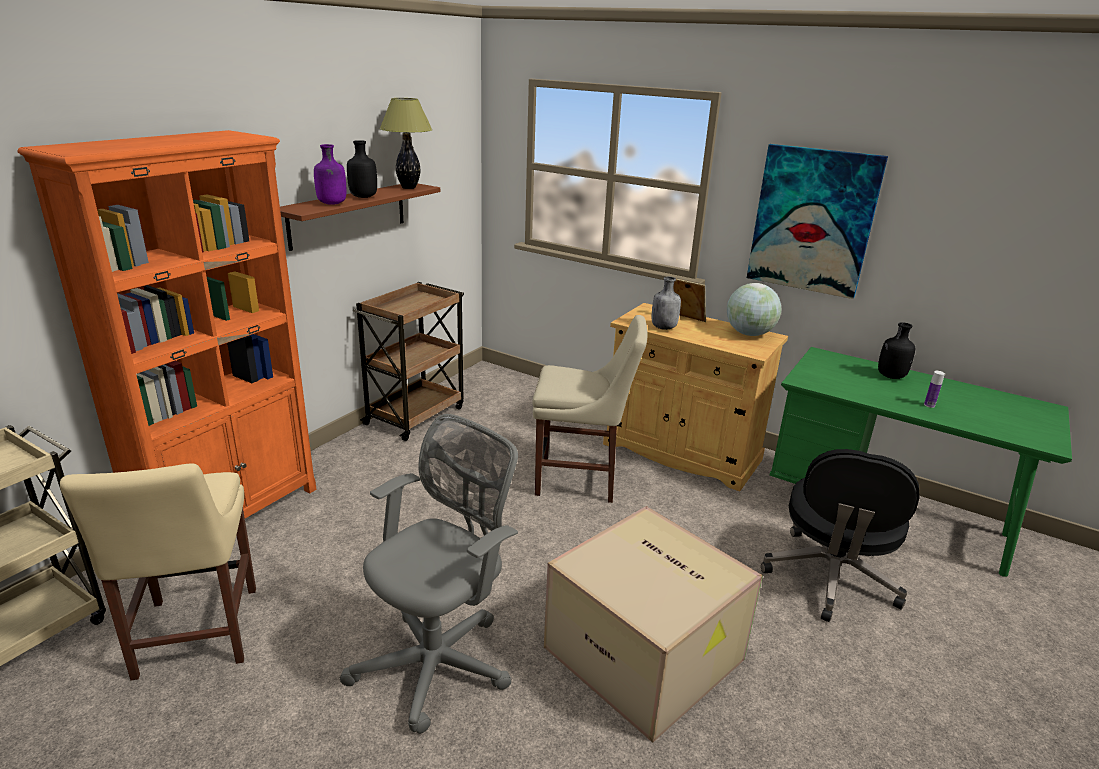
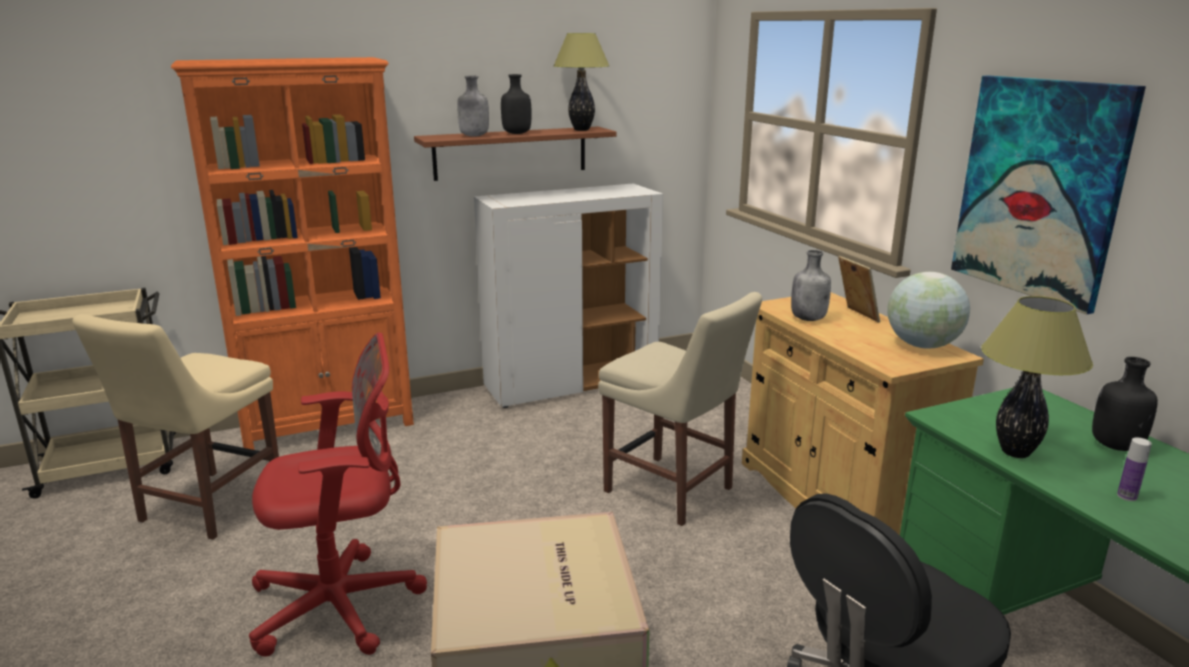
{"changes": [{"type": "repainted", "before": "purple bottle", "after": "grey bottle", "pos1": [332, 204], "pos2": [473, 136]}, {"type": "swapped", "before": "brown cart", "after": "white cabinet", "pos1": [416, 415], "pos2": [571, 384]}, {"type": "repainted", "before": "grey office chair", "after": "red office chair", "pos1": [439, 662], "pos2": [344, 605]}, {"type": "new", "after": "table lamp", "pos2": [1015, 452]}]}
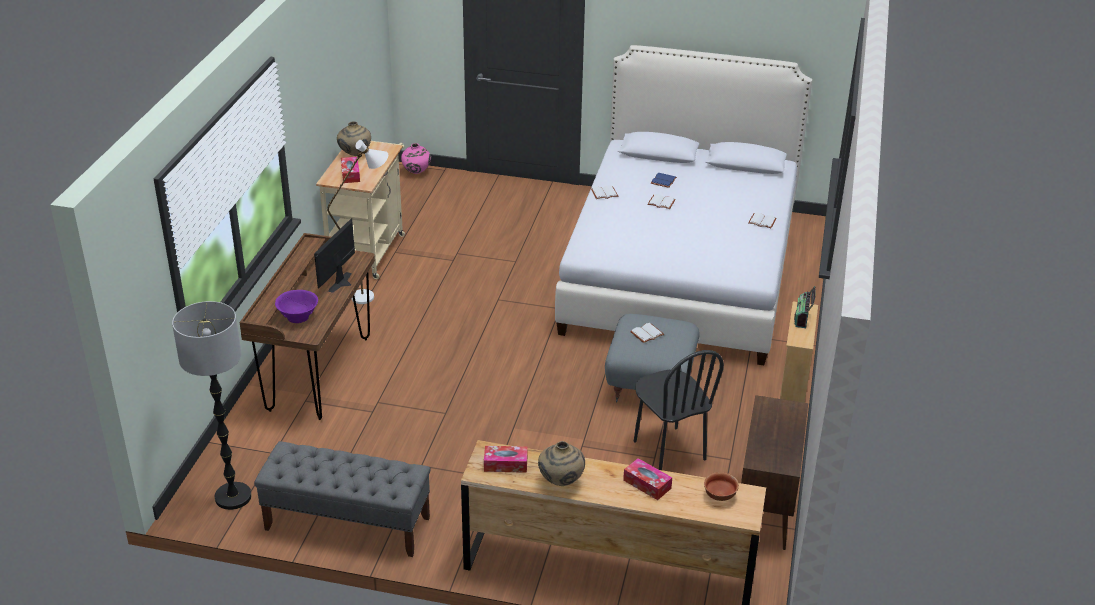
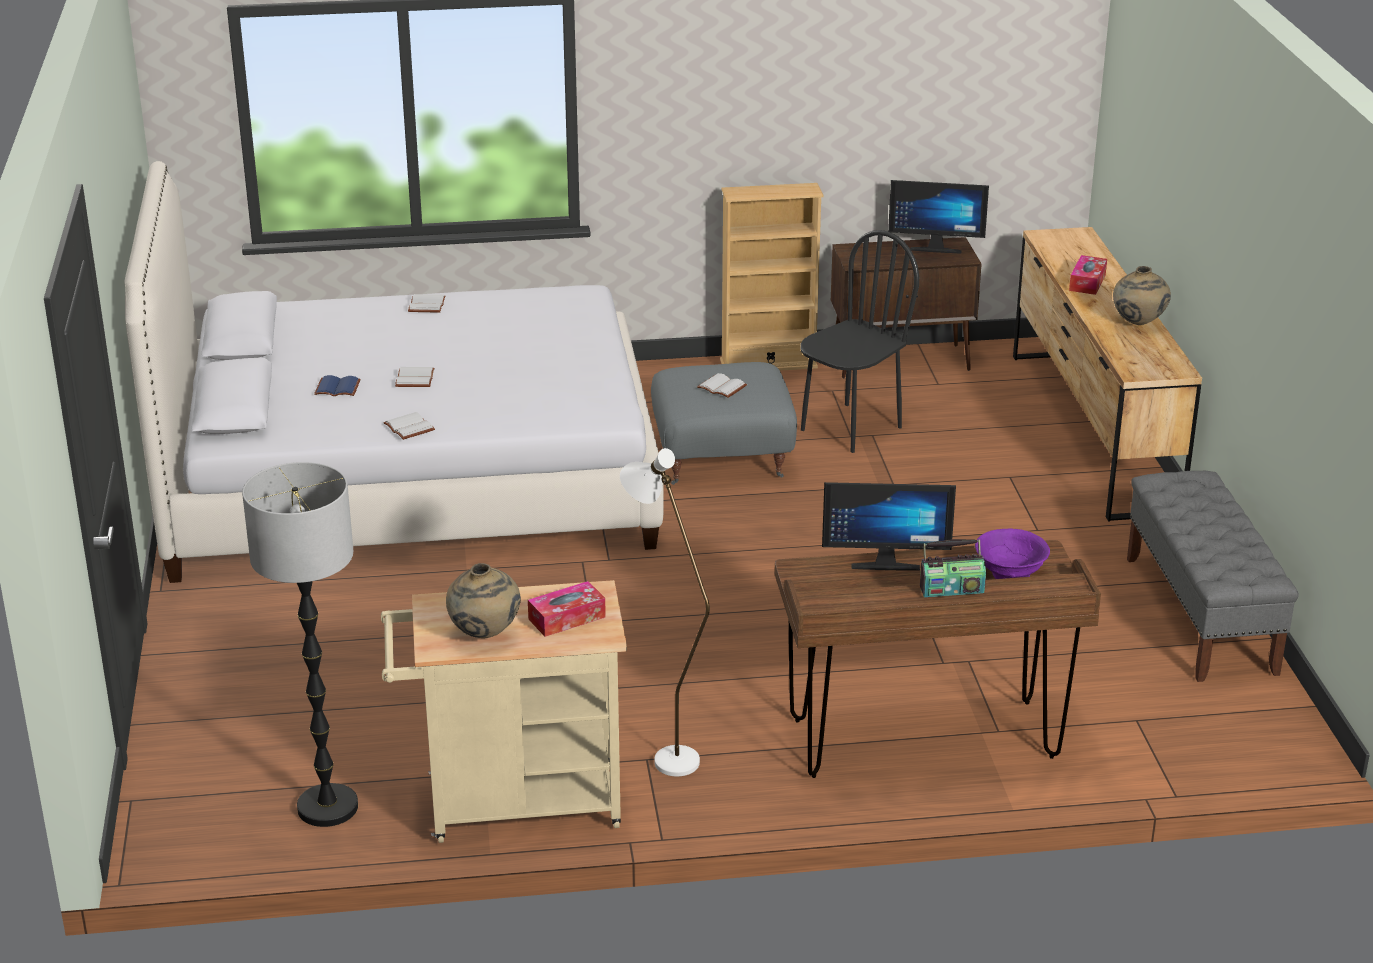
{"changes": [{"type": "gone", "before": "pink vase", "pos1": [417, 172]}, {"type": "shifted", "before": "radio", "pos1": [803, 317], "pos2": [951, 589]}, {"type": "shifted", "before": "floor lamp", "pos1": [233, 497], "pos2": [328, 807]}, {"type": "gone", "before": "tissue box", "pos1": [505, 464]}, {"type": "gone", "before": "bowl", "pos1": [720, 496]}, {"type": "new", "after": "monitor", "pos2": [935, 248]}]}
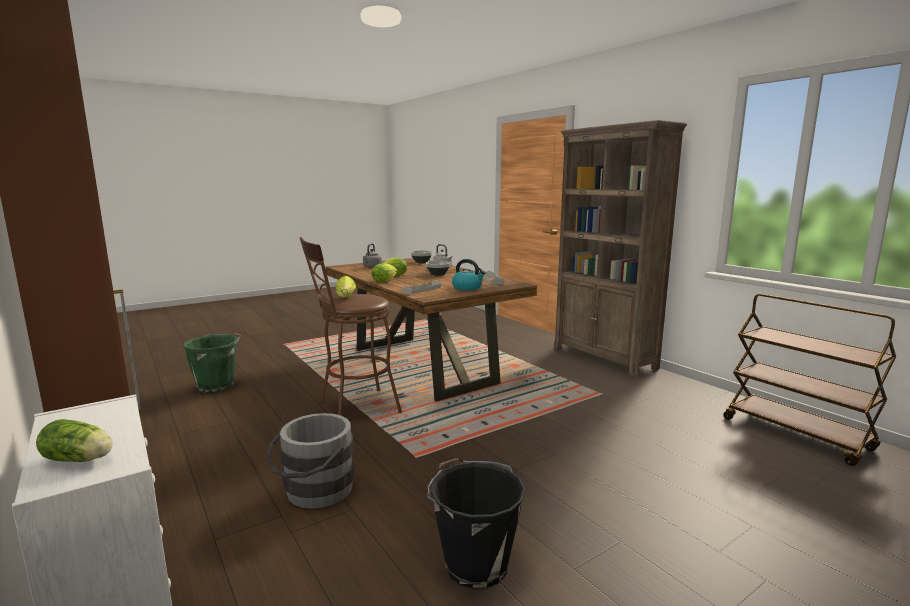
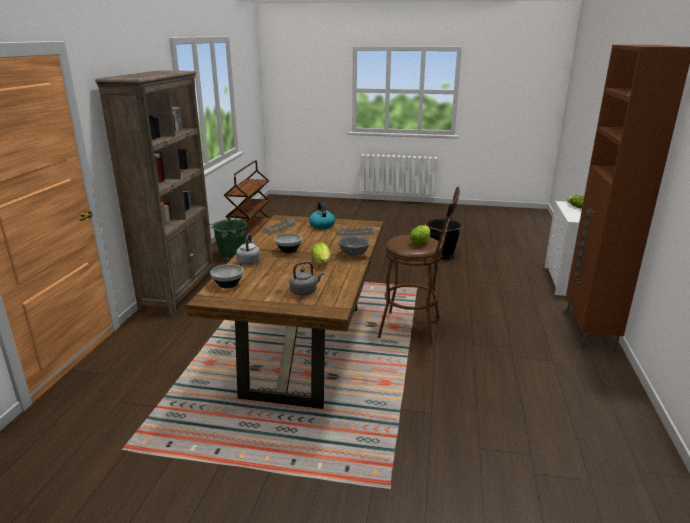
{"changes": [{"type": "swapped", "before": "lettuce", "after": "grey bowl", "pos1": [385, 281], "pos2": [354, 254]}, {"type": "shifted", "before": "green bucket", "pos1": [217, 385], "pos2": [231, 255]}, {"type": "gone", "before": "grey bucket", "pos1": [315, 492]}]}
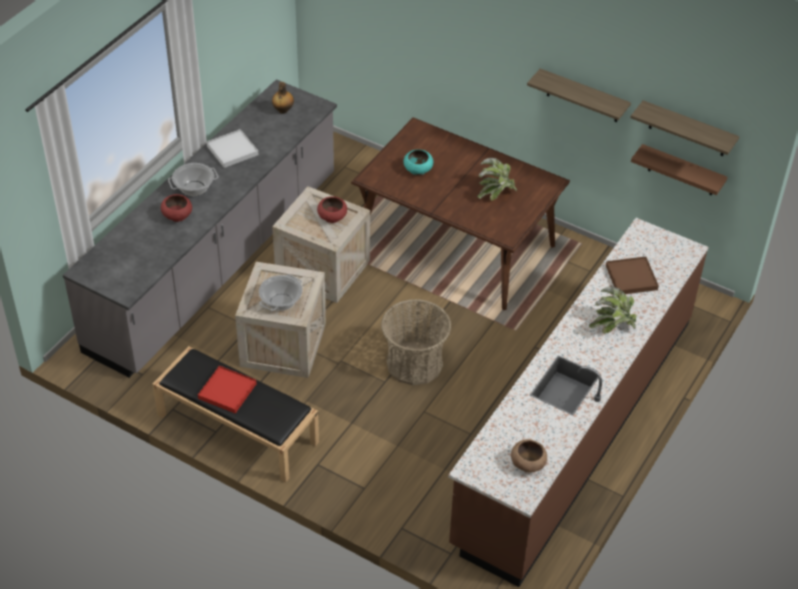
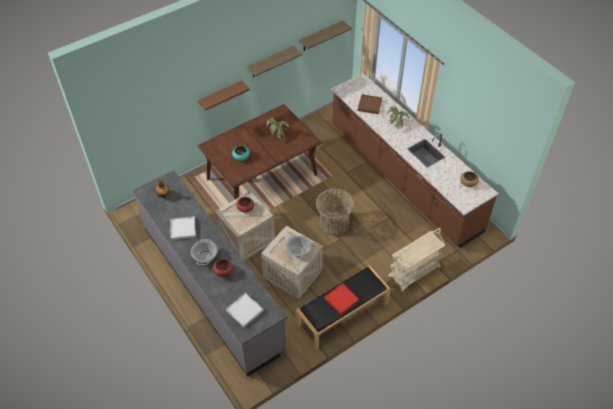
{"changes": [{"type": "shifted", "before": "brown shelf", "pos1": [682, 171], "pos2": [220, 96]}, {"type": "new", "after": "beige cart", "pos2": [414, 273]}, {"type": "new", "after": "white tray", "pos2": [244, 311]}]}
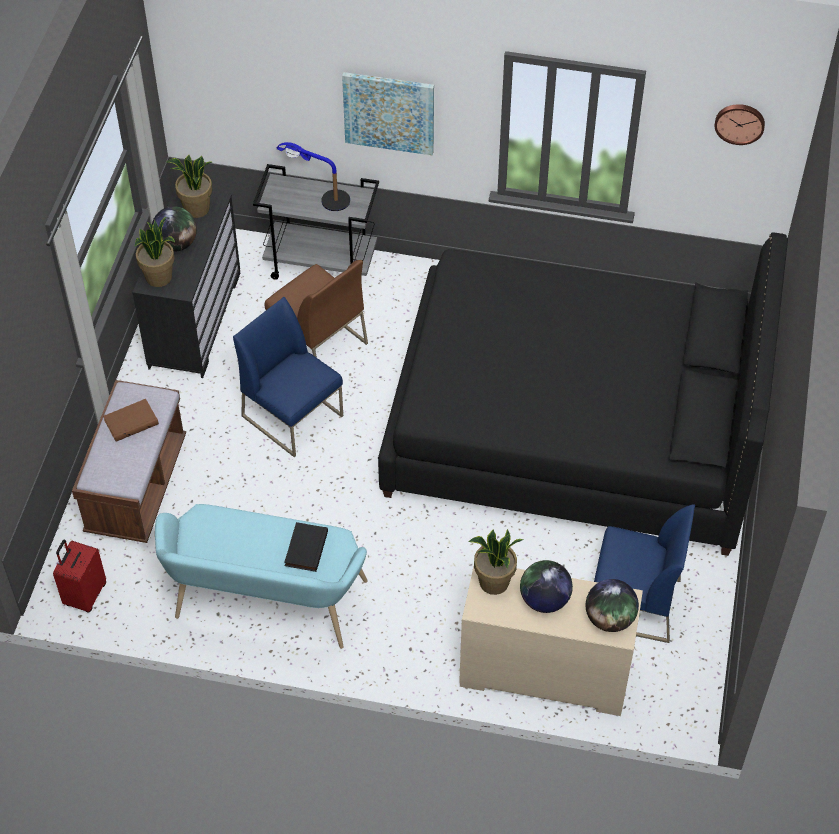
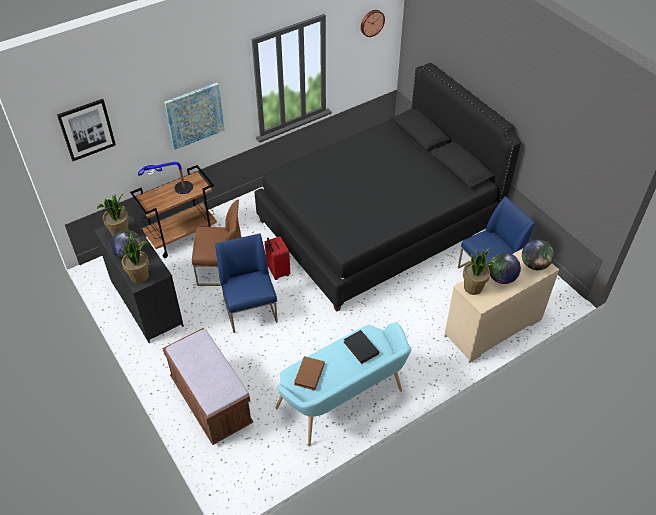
{"changes": [{"type": "repainted", "before": "grey cart", "after": "brown cart", "pos1": [322, 265], "pos2": [182, 236]}, {"type": "rotated", "before": "blue chair", "pos1": [293, 416], "pos2": [250, 309], "turn": 75}, {"type": "shifted", "before": "brown book", "pos1": [131, 421], "pos2": [308, 374]}, {"type": "shifted", "before": "red suitcase", "pos1": [84, 595], "pos2": [277, 271]}, {"type": "new", "after": "picture", "pos2": [87, 129]}]}
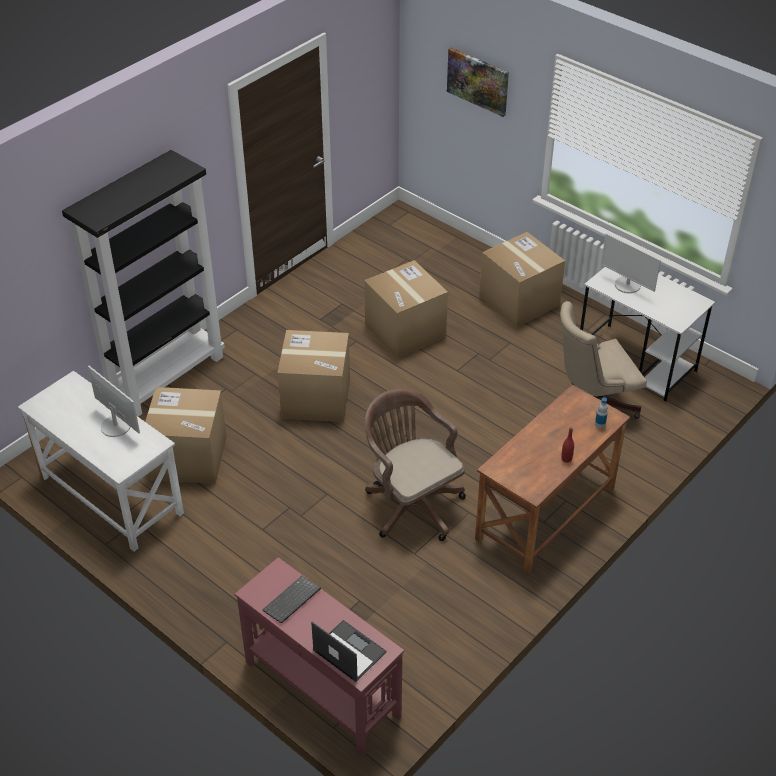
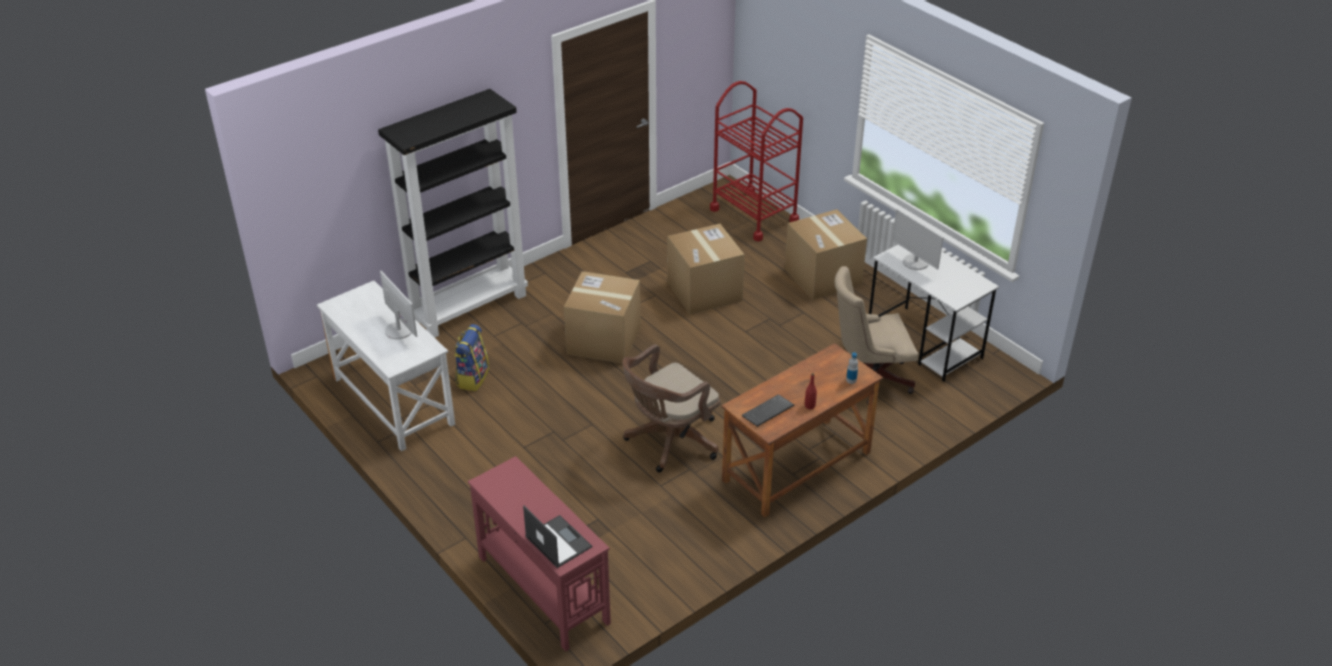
{"changes": [{"type": "gone", "before": "picture", "pos1": [478, 81]}, {"type": "swapped", "before": "cardboard box", "after": "backpack", "pos1": [189, 457], "pos2": [472, 378]}, {"type": "rotated", "before": "brown office chair", "pos1": [411, 503], "pos2": [669, 442], "turn": -105}, {"type": "shifted", "before": "keyboard", "pos1": [292, 601], "pos2": [768, 412]}, {"type": "new", "after": "red cart", "pos2": [754, 215]}]}
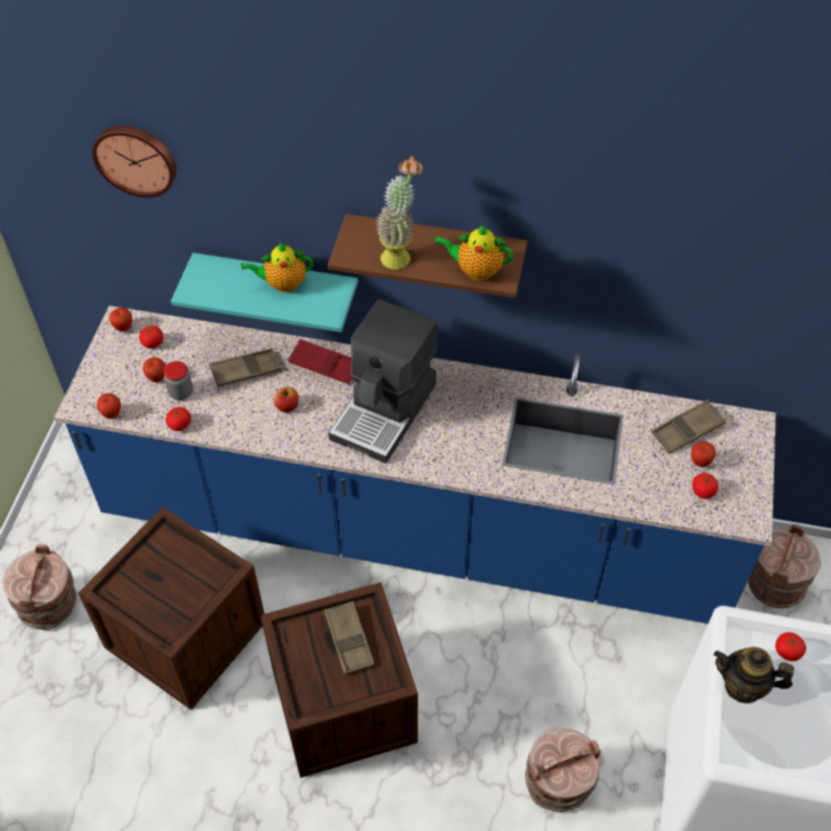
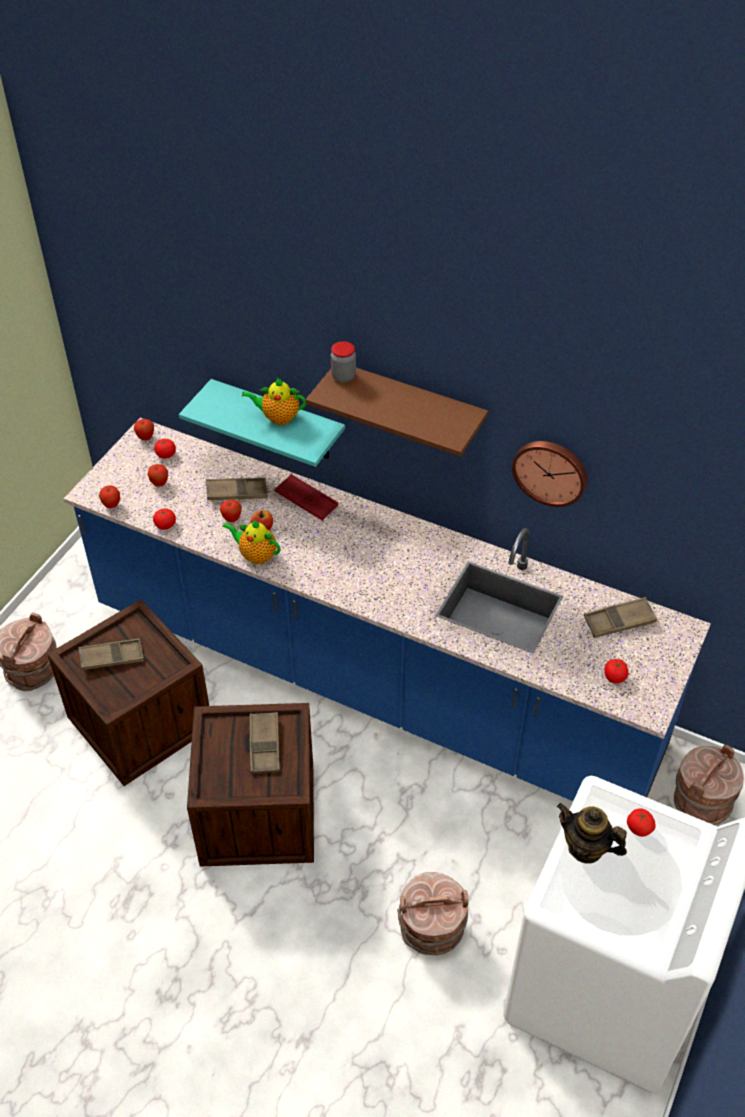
{"changes": [{"type": "shifted", "before": "wall clock", "pos1": [136, 158], "pos2": [551, 471]}, {"type": "gone", "before": "potted plant", "pos1": [400, 253]}, {"type": "shifted", "before": "teapot", "pos1": [476, 270], "pos2": [256, 555]}, {"type": "gone", "before": "coffee machine", "pos1": [385, 411]}, {"type": "shifted", "before": "jar", "pos1": [181, 392], "pos2": [343, 376]}, {"type": "shifted", "before": "apple", "pos1": [700, 462], "pos2": [232, 519]}, {"type": "new", "after": "brown tray", "pos2": [112, 657]}]}
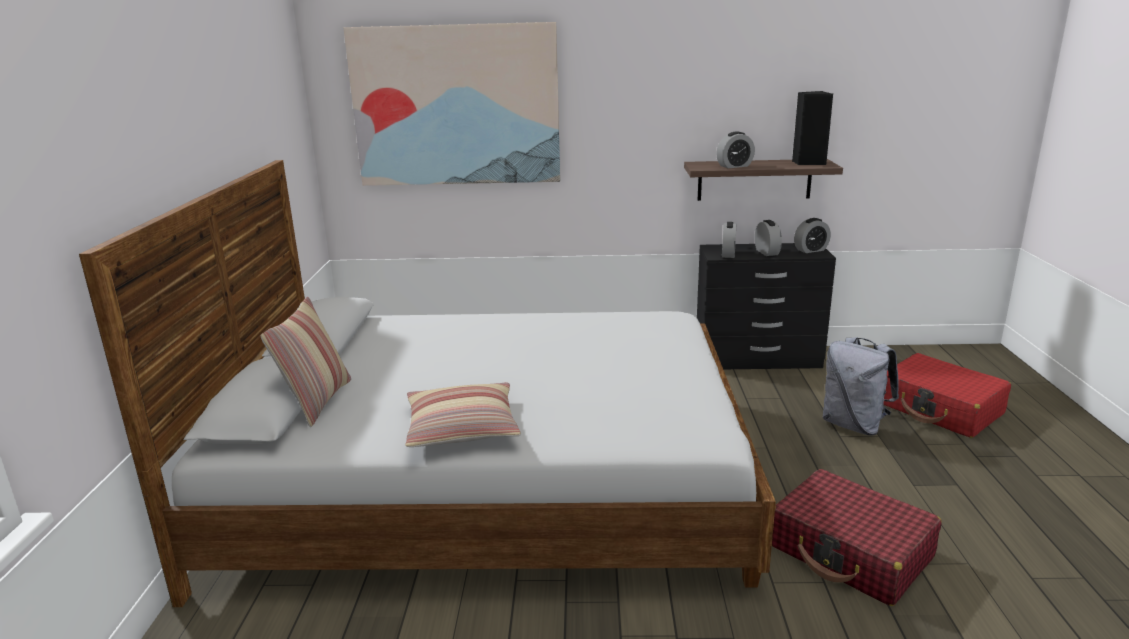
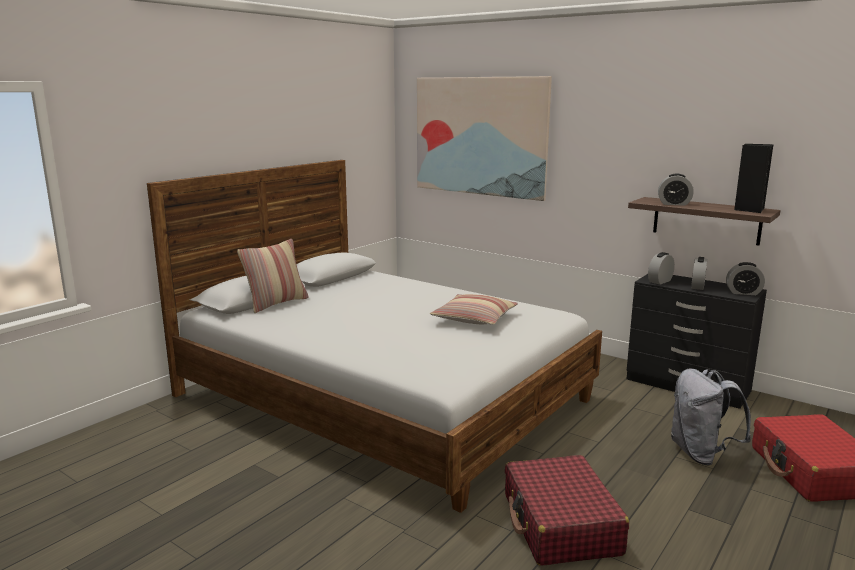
{"changes": [{"type": "shifted", "before": "pillow", "pos1": [462, 428], "pos2": [474, 319]}]}
